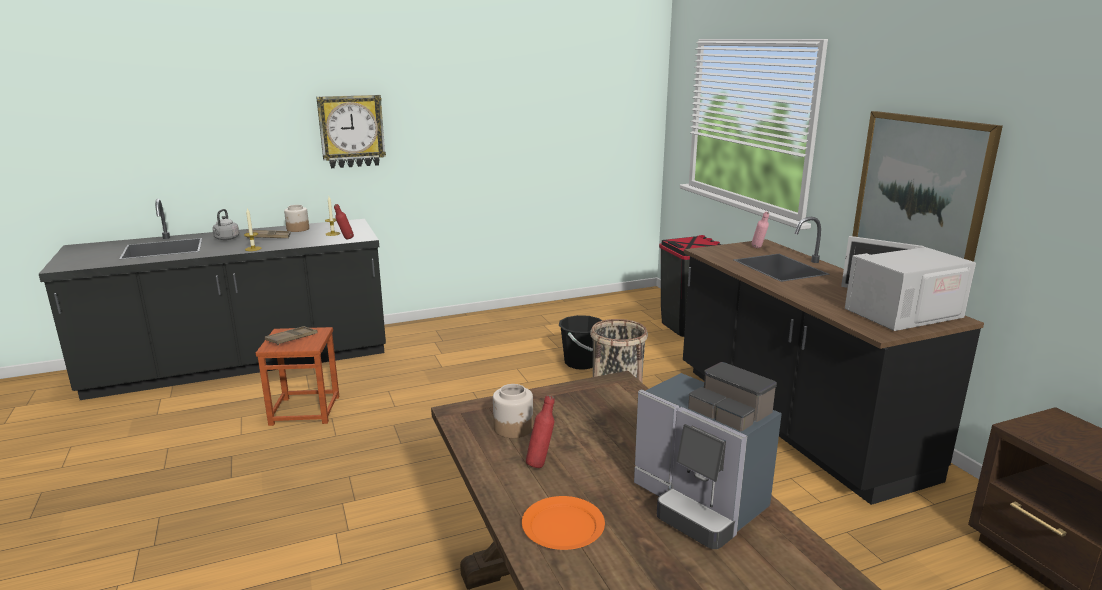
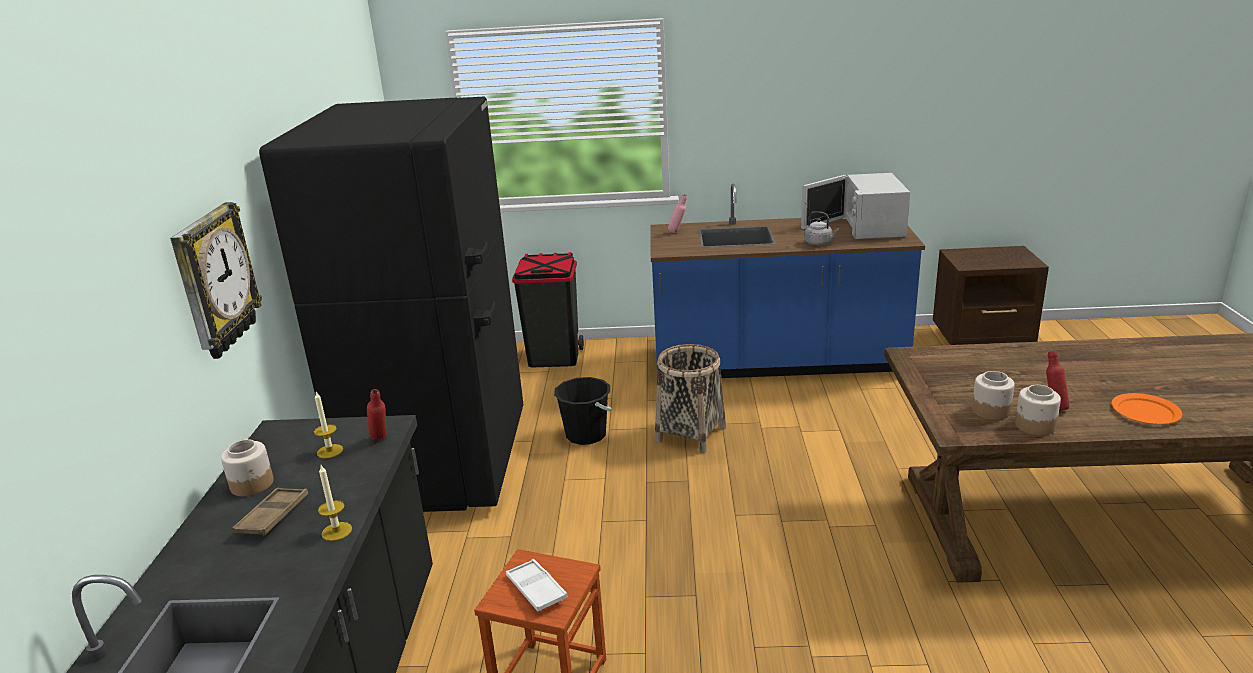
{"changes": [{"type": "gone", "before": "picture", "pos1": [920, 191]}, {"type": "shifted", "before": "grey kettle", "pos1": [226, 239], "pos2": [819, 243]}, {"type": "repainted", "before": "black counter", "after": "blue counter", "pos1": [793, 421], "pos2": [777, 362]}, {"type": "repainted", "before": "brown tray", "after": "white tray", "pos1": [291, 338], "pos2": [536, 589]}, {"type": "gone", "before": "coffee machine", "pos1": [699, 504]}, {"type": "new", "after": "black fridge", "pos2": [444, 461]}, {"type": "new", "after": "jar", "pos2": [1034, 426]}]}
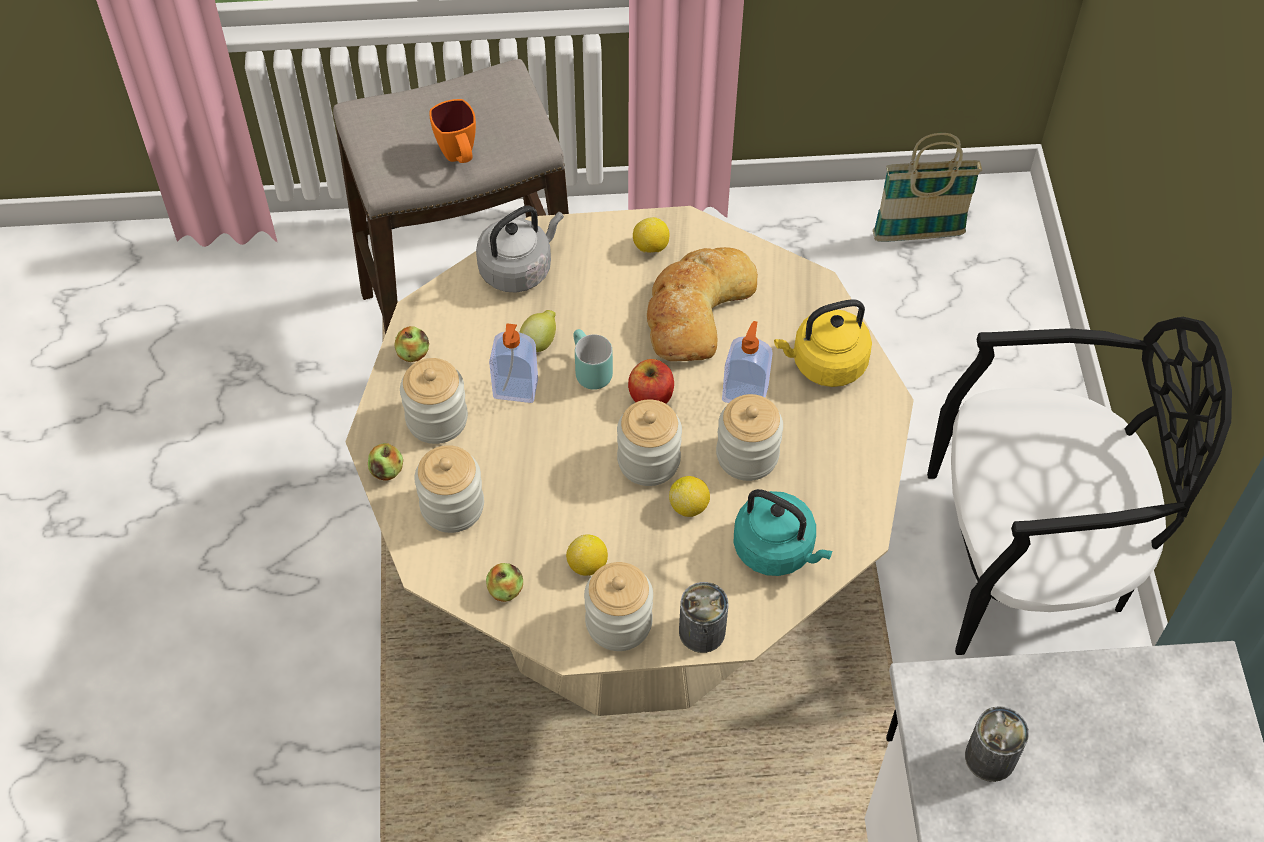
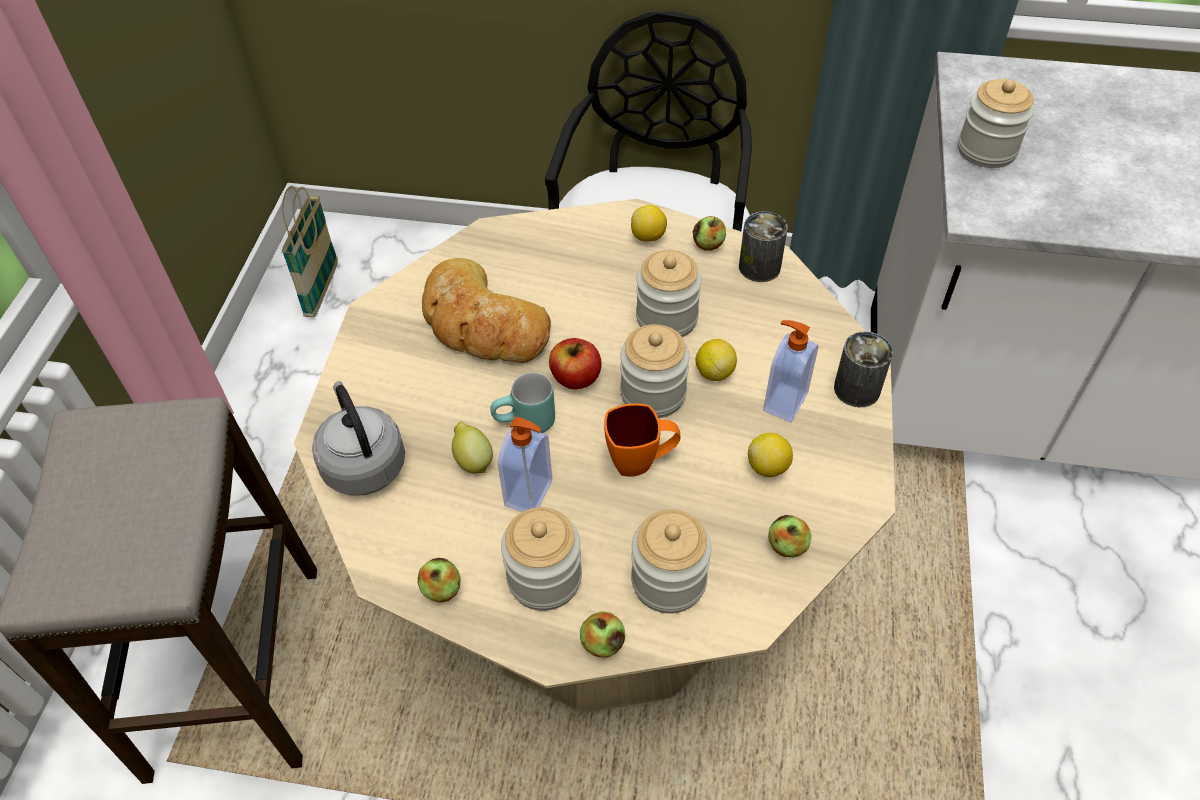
{"changes": [{"type": "shifted", "before": "orange mug", "pos1": [459, 157], "pos2": [642, 462]}, {"type": "shifted", "before": "lemon", "pos1": [650, 247], "pos2": [648, 237]}, {"type": "gone", "before": "yellow kettle", "pos1": [825, 363]}, {"type": "shifted", "before": "soap dispenser", "pos1": [745, 393], "pos2": [783, 401]}, {"type": "gone", "before": "turquoise kettle", "pos1": [777, 550]}, {"type": "shifted", "before": "jar", "pos1": [618, 622], "pos2": [986, 150]}, {"type": "shifted", "before": "can", "pos1": [990, 757], "pos2": [759, 267]}, {"type": "new", "after": "apple", "pos2": [708, 245]}]}
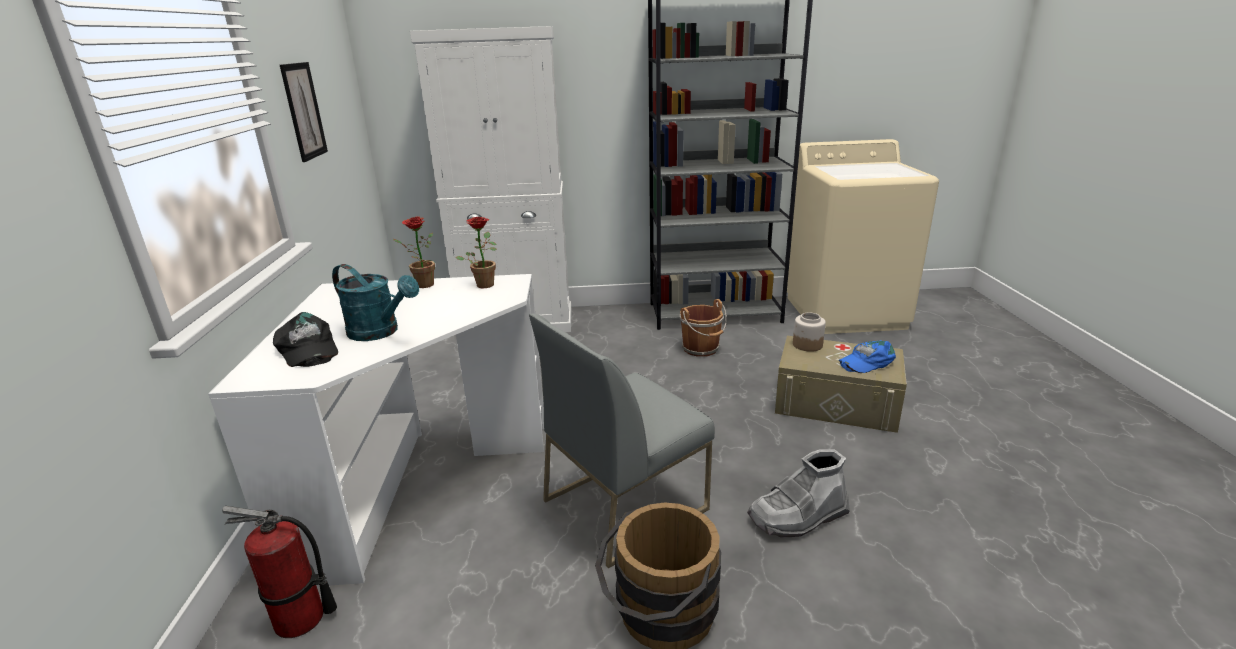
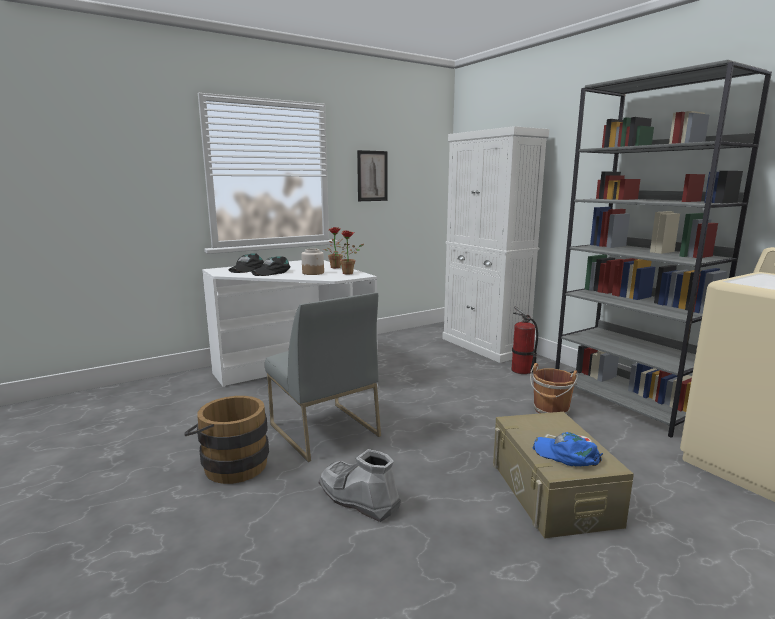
{"changes": [{"type": "swapped", "before": "turquoise watering can", "after": "black cap", "pos1": [380, 332], "pos2": [271, 272]}, {"type": "shifted", "before": "jar", "pos1": [807, 345], "pos2": [313, 273]}, {"type": "rotated", "before": "grey chair", "pos1": [625, 503], "pos2": [323, 430], "turn": -150}, {"type": "shifted", "before": "fire extinguisher", "pos1": [300, 619], "pos2": [521, 370]}]}
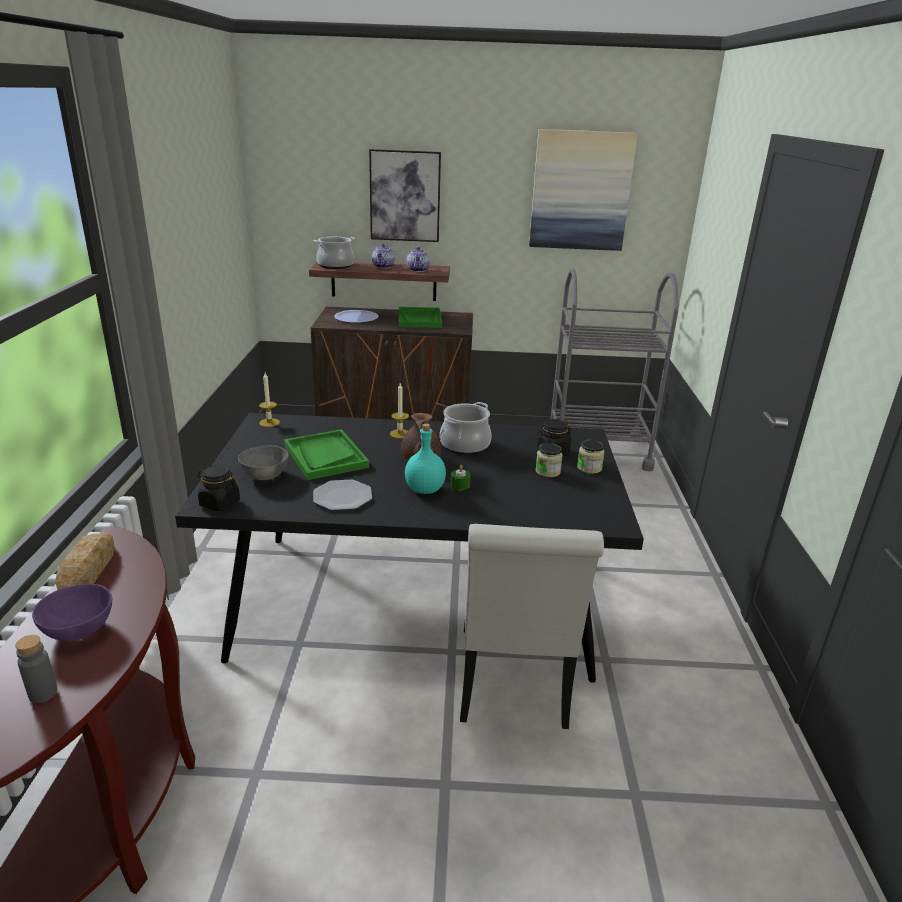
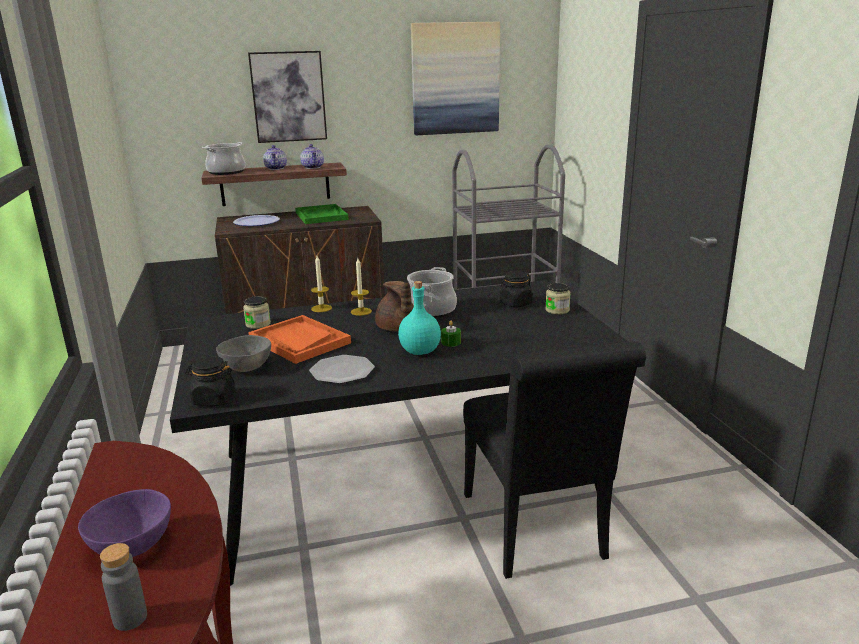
{"changes": [{"type": "shifted", "before": "candle", "pos1": [269, 422], "pos2": [321, 308]}, {"type": "repainted", "before": "green tray", "after": "orange tray", "pos1": [325, 456], "pos2": [299, 341]}, {"type": "shifted", "before": "jar", "pos1": [547, 471], "pos2": [258, 324]}, {"type": "repainted", "before": "white chair", "after": "black chair", "pos1": [512, 684], "pos2": [536, 532]}, {"type": "gone", "before": "bread", "pos1": [87, 571]}]}
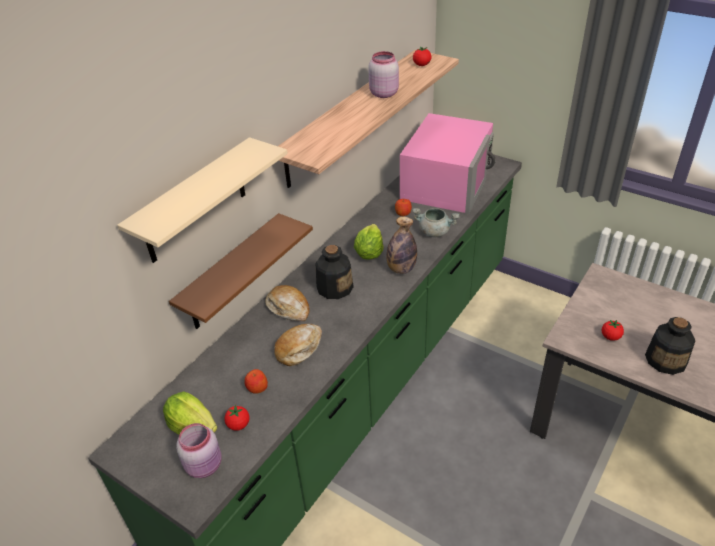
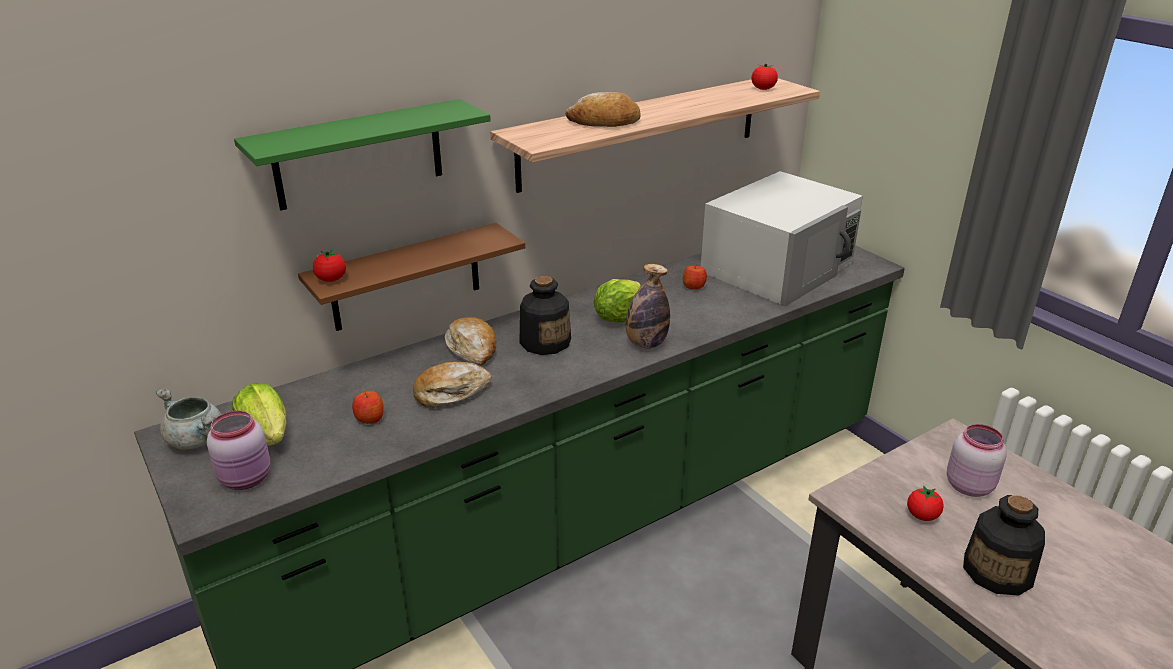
{"changes": [{"type": "shifted", "before": "pink jar", "pos1": [383, 93], "pos2": [968, 485]}, {"type": "repainted", "before": "pink microwave", "after": "white microwave", "pos1": [446, 182], "pos2": [778, 267]}, {"type": "repainted", "before": "beige shelf", "after": "green shelf", "pos1": [195, 202], "pos2": [359, 155]}, {"type": "shifted", "before": "grey cooking pot", "pos1": [434, 231], "pos2": [197, 440]}, {"type": "shifted", "before": "tomato", "pos1": [238, 425], "pos2": [331, 279]}, {"type": "new", "after": "bread", "pos2": [604, 122]}]}
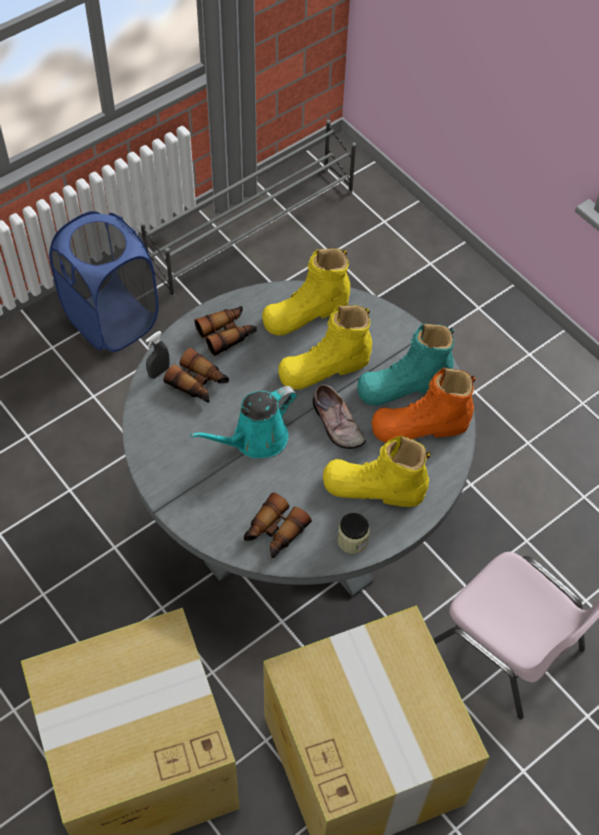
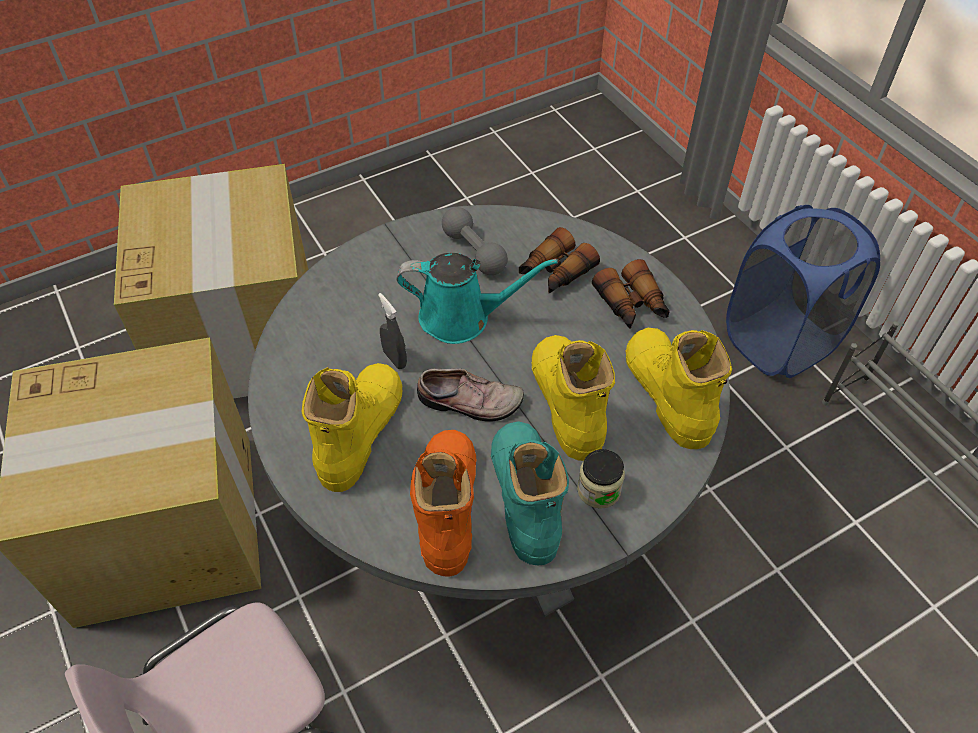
{"changes": [{"type": "shifted", "before": "grey spray bottle", "pos1": [159, 372], "pos2": [395, 359]}, {"type": "rotated", "before": "shoe", "pos1": [335, 424], "pos2": [470, 403], "turn": -150}, {"type": "rotated", "before": "turquoise watering can", "pos1": [255, 439], "pos2": [462, 317], "turn": 120}, {"type": "gone", "before": "binoculars", "pos1": [274, 532]}, {"type": "shifted", "before": "jar", "pos1": [352, 540], "pos2": [598, 490]}, {"type": "new", "after": "grey dumbbell", "pos2": [474, 252]}]}
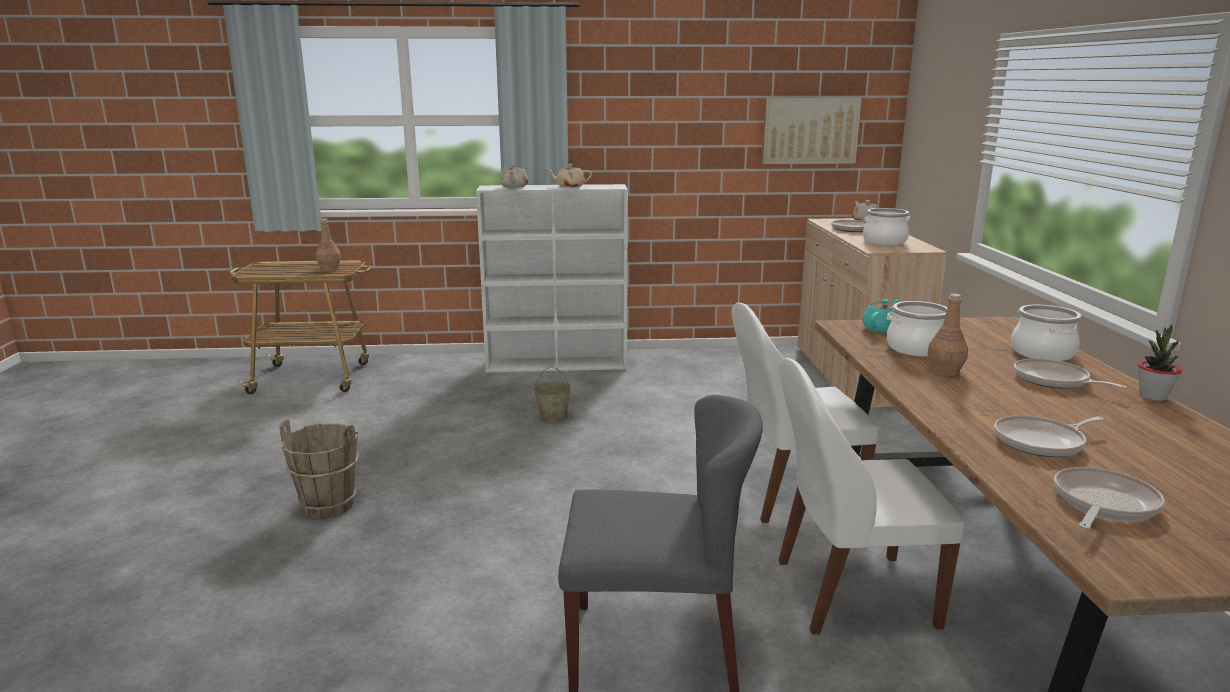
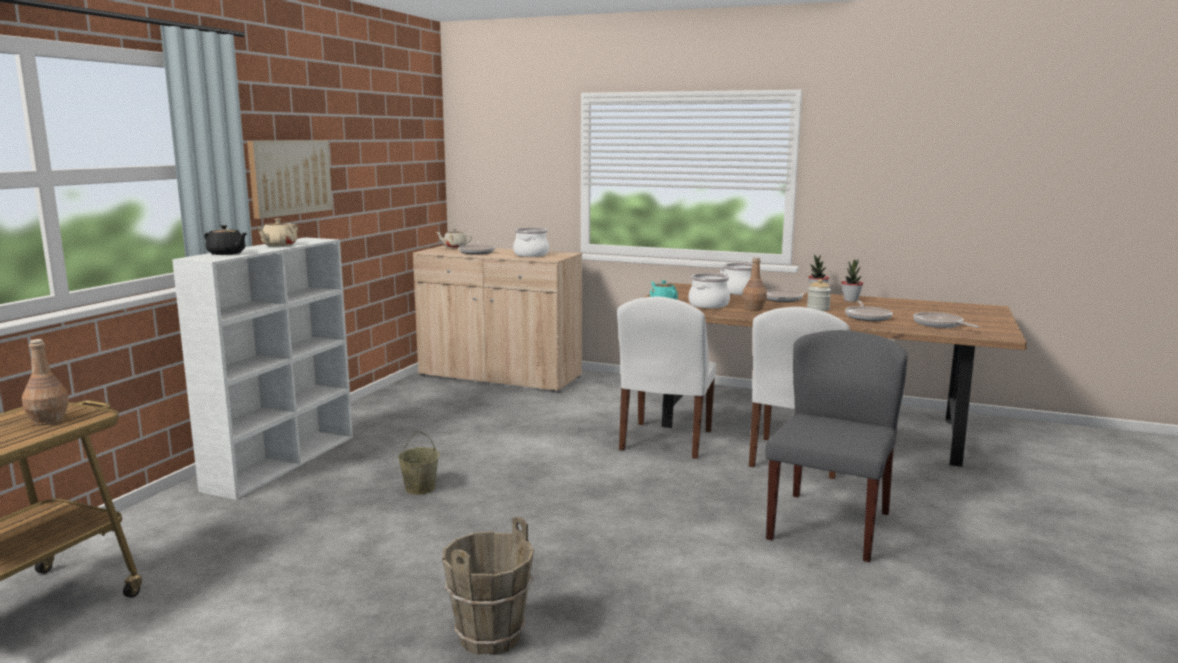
{"changes": [{"type": "shifted", "before": "picture", "pos1": [810, 131], "pos2": [290, 177]}, {"type": "repainted", "before": "beige teapot", "after": "black teapot", "pos1": [514, 187], "pos2": [227, 253]}, {"type": "new", "after": "potted plant", "pos2": [850, 300]}, {"type": "new", "after": "jar", "pos2": [818, 309]}]}
